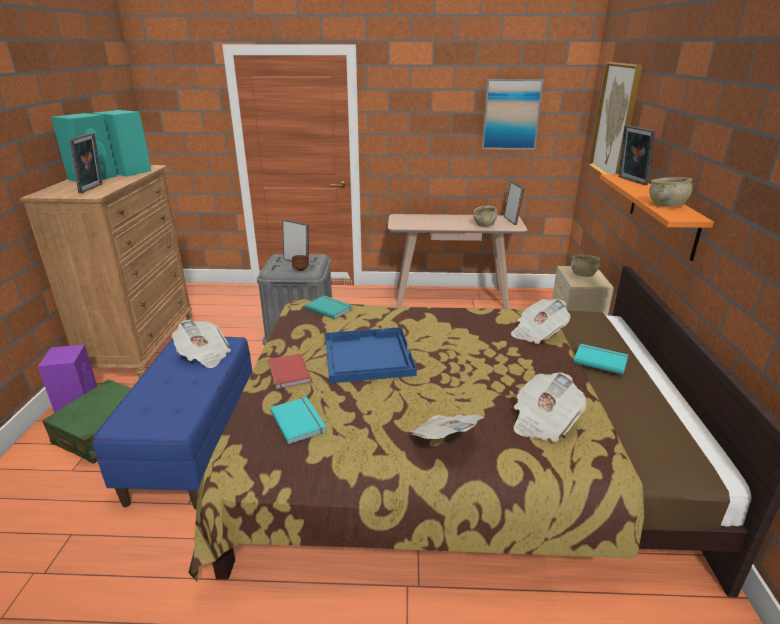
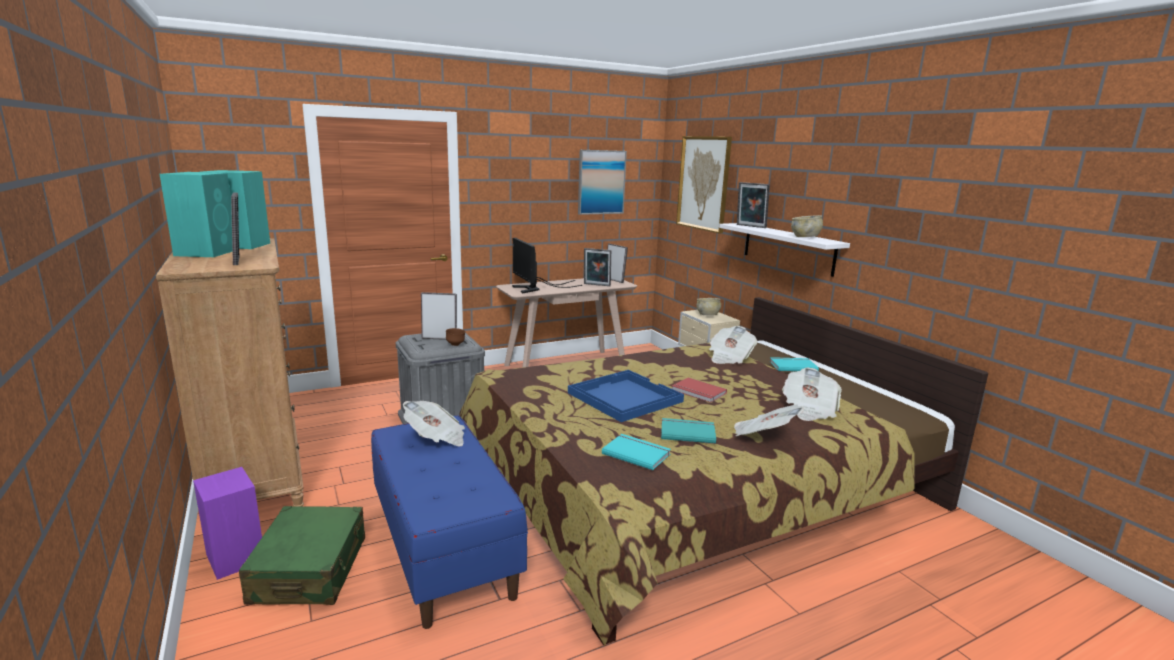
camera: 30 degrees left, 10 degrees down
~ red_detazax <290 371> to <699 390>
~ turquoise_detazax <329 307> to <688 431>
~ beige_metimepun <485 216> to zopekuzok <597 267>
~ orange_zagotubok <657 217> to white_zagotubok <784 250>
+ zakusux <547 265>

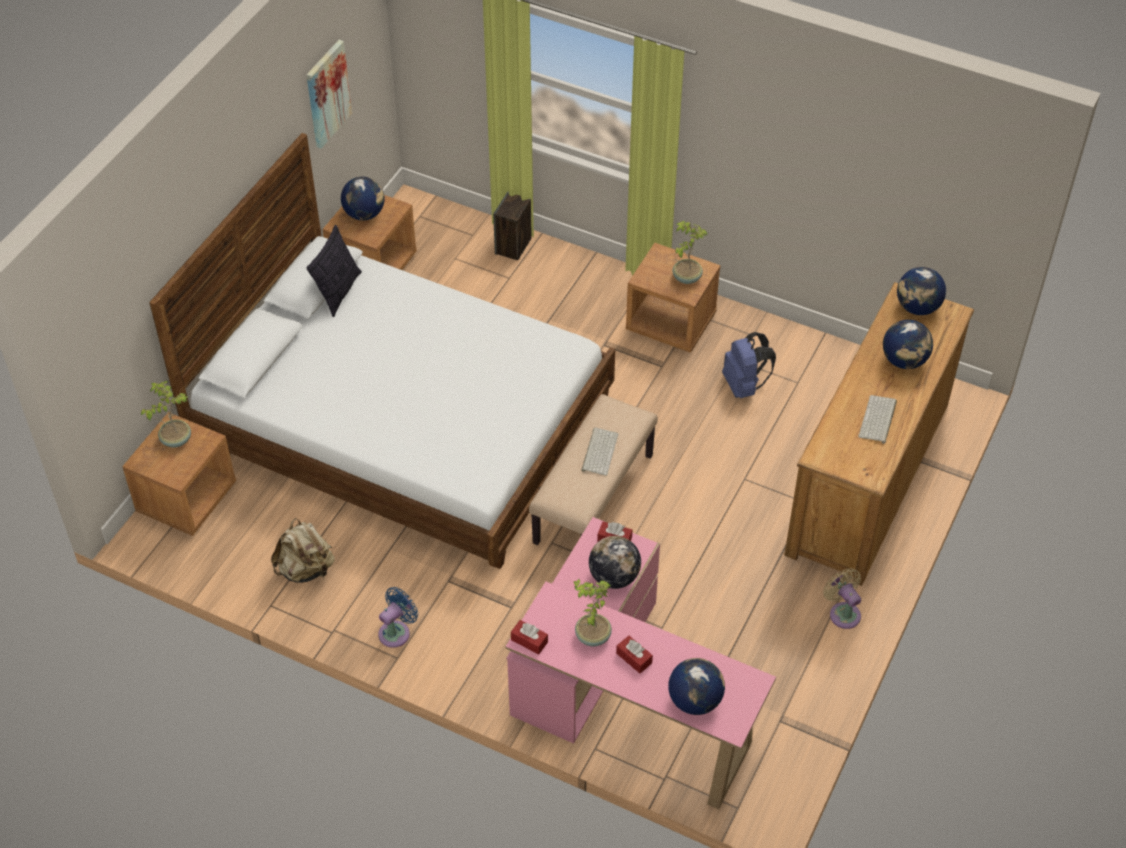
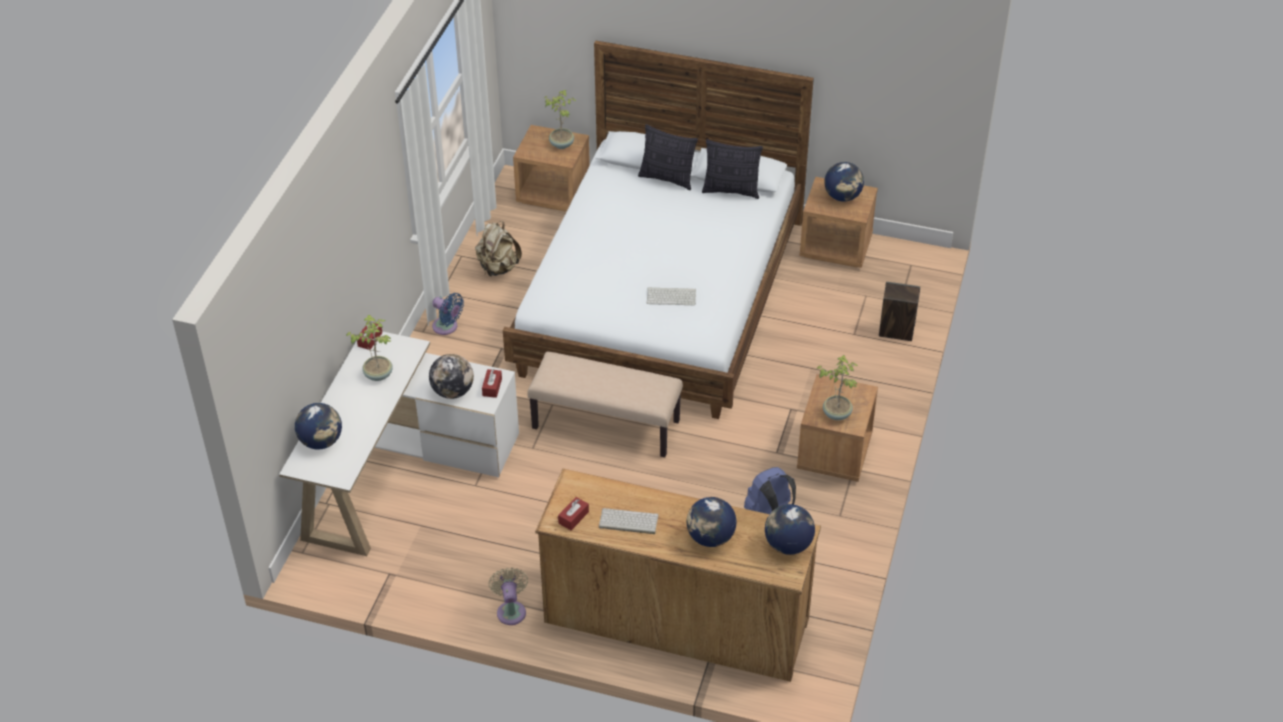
camera: 80 degrees right, 5 degrees down
- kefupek <329 94>
~ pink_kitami <641 663> to white_kitami <399 443>
~ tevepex <599 451> to <671 296>
~ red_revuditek <634 654> to <573 513>
~ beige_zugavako <842 598> = <508 596> 60 degrees counterclockwise
+ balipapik <668 157>

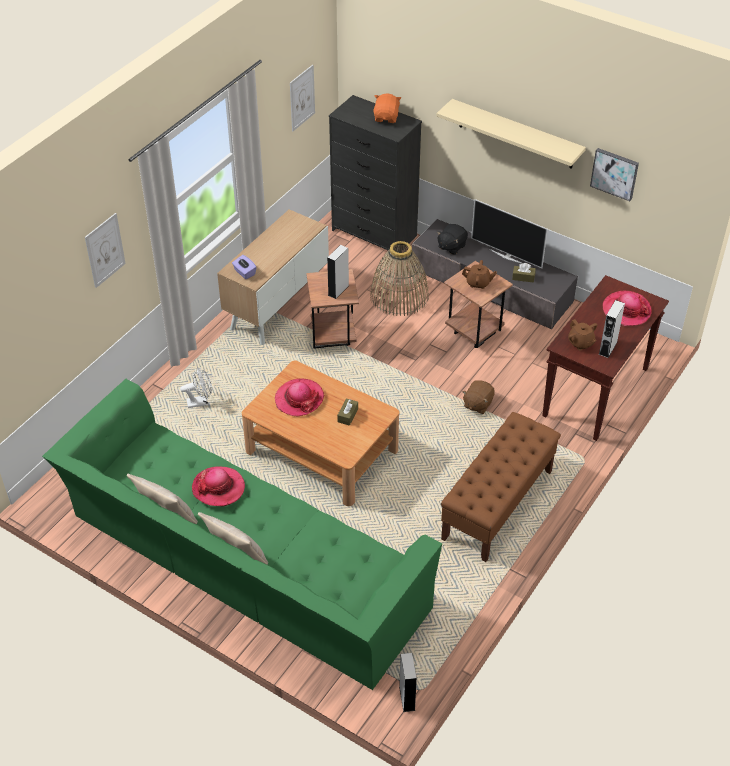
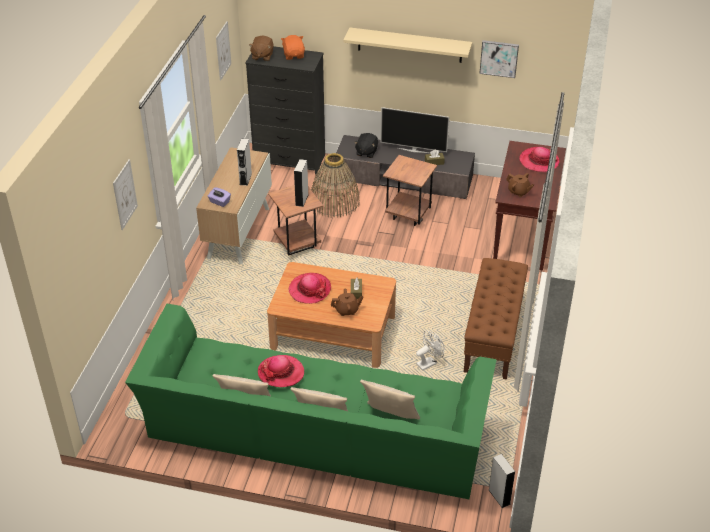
camera: 20 degrees left, 5 degrees down
~ white_zugavako <196 387> to <430 350>
~ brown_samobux <479 274> to <347 302>
~ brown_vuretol <478 397> to <261 48>
~ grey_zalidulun <612 329> to <244 162>
+ beige_balipapik <390 400>

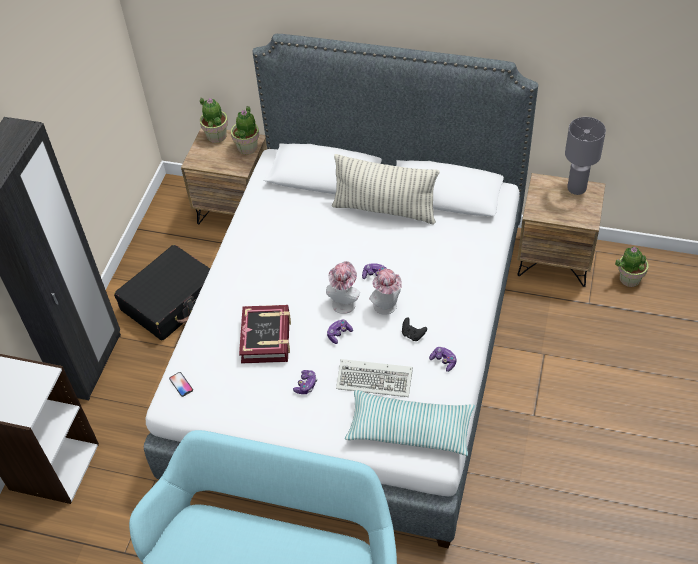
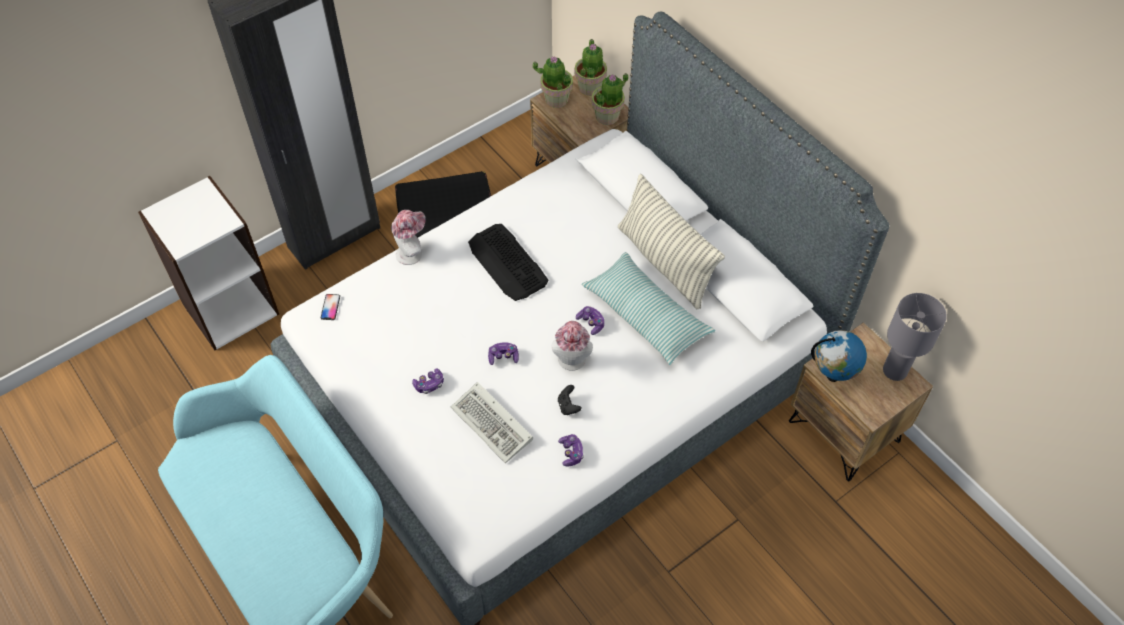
camera: 35 degrees right, 5 degrees up
- detazax <265 334>
~ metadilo <343 287> to <408 237>
~ balipapik <410 423> to <648 308>
~ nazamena <631 267> to <553 82>
+ tevepex <508 262>
+ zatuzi <839 356>

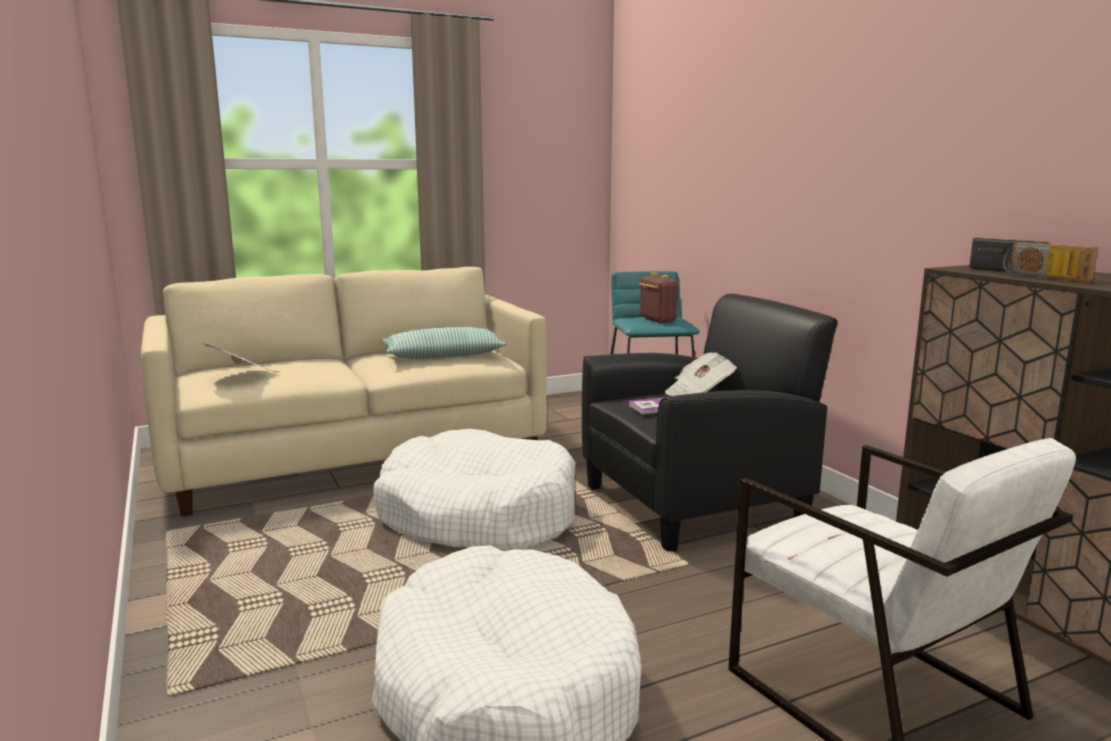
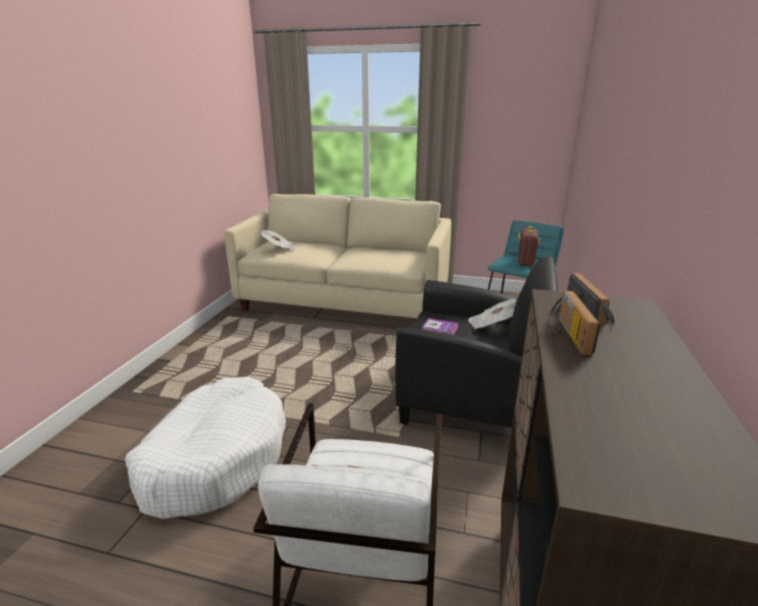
camera: 40 degrees right, 10 degrees up
- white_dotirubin <474 489>
- balipapik <444 343>

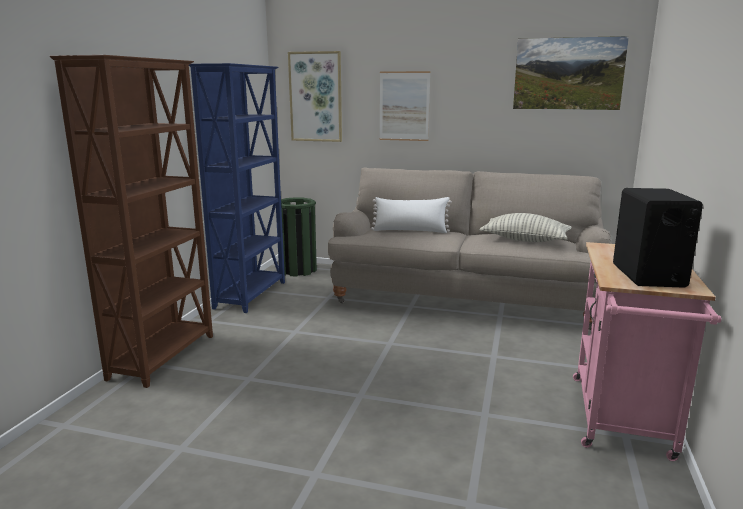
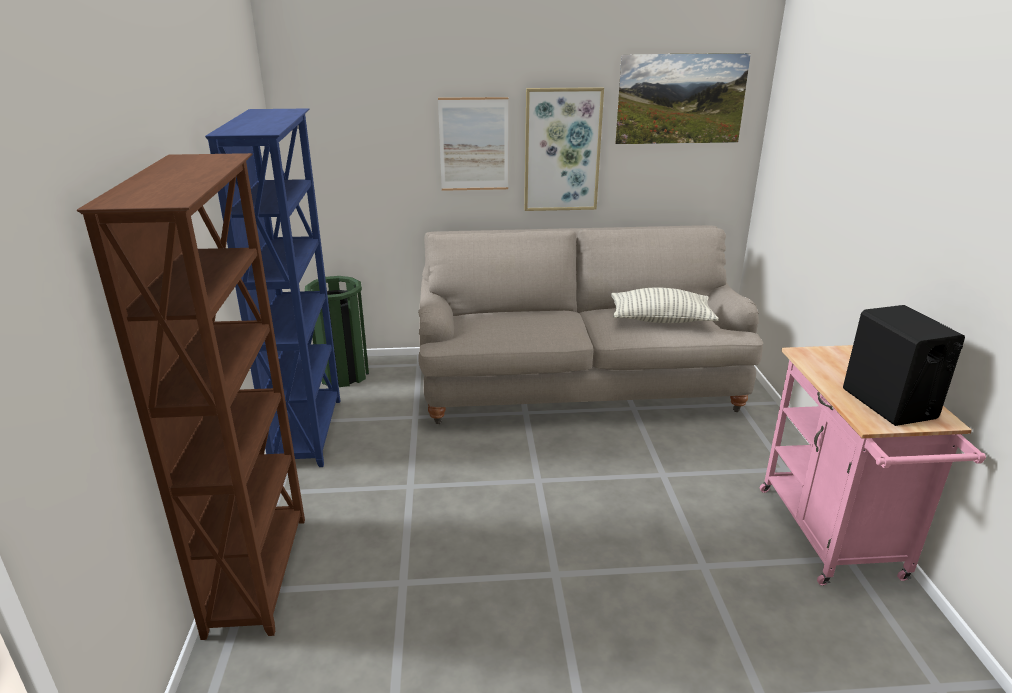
camera: 20 degrees left, 10 degrees up
~ kefupek <315 96> to <564 149>
- white_balipapik <411 215>

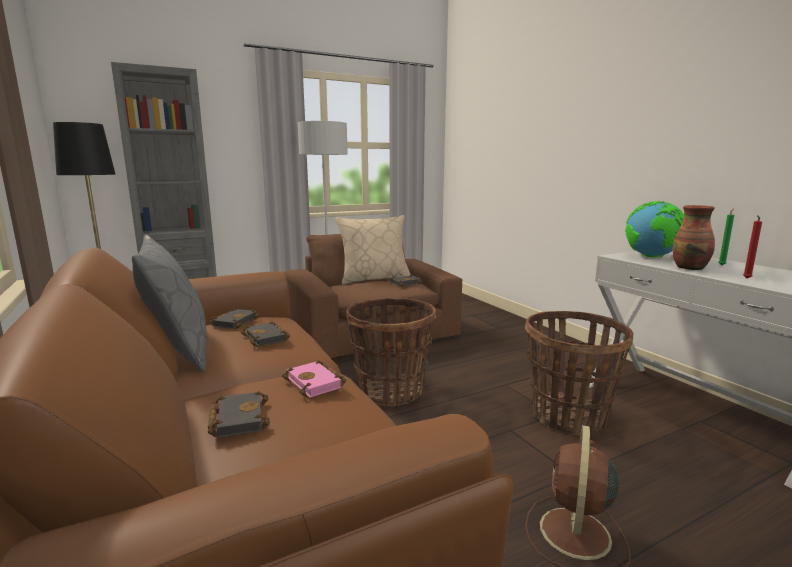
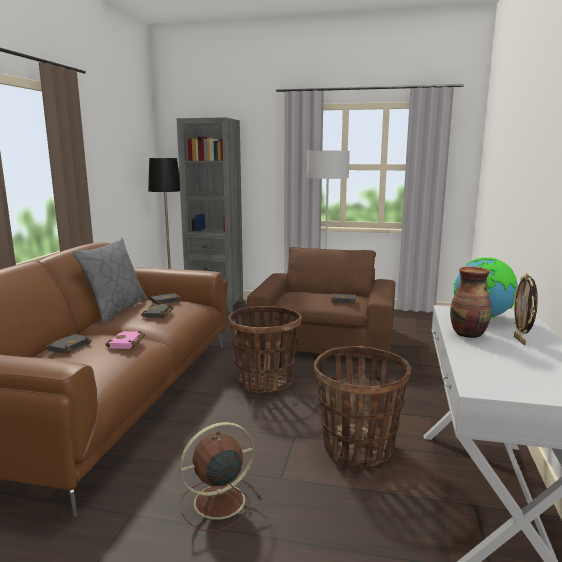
camera: 40 degrees right, 0 degrees up
- beige_balipapik <372 250>
~ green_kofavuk <726 237> to zopekuzok <526 309>
- red_kofavuk <752 247>

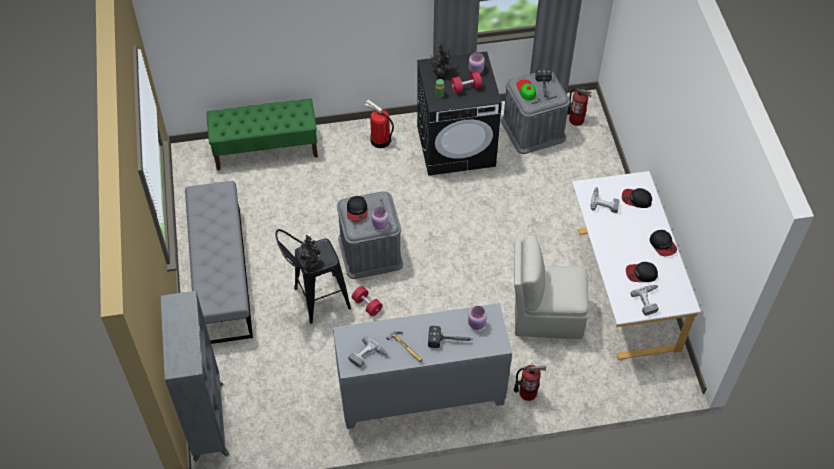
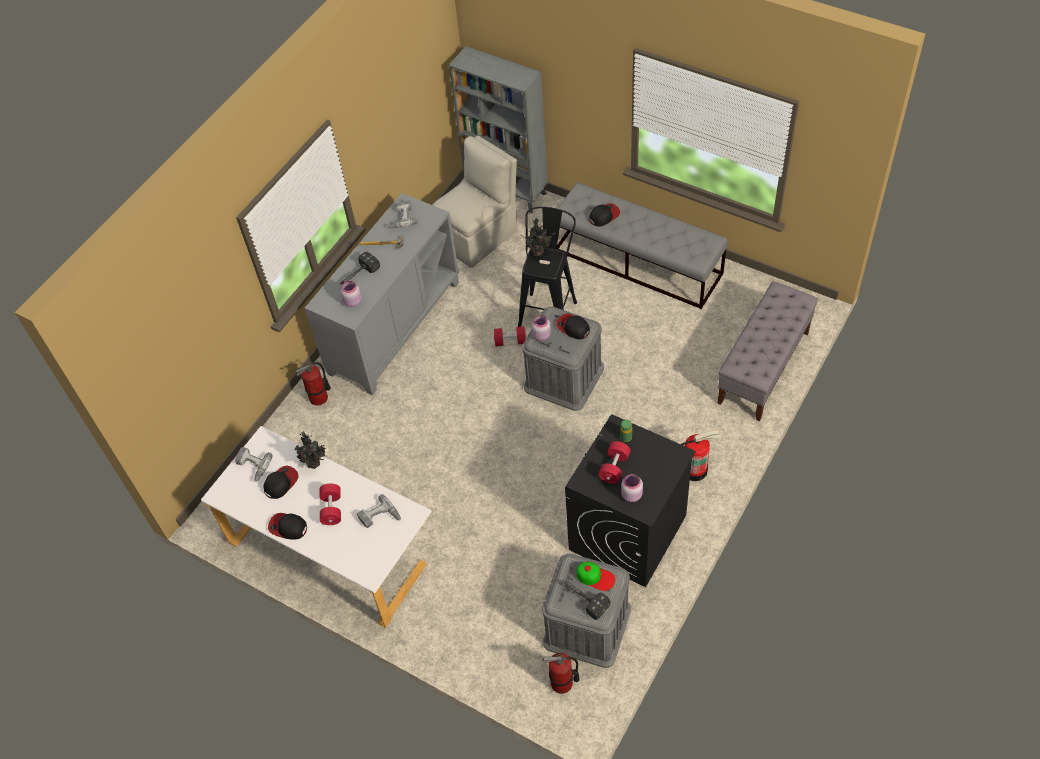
camera: 135 degrees right, 0 degrees up
~ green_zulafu <262 134> to grey_zulafu <767 351>
~ nazamena <440 60> to <310 450>
~ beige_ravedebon <551 287> to <474 202>
~ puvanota <637 198> to <604 215>
+ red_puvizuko <330 504>

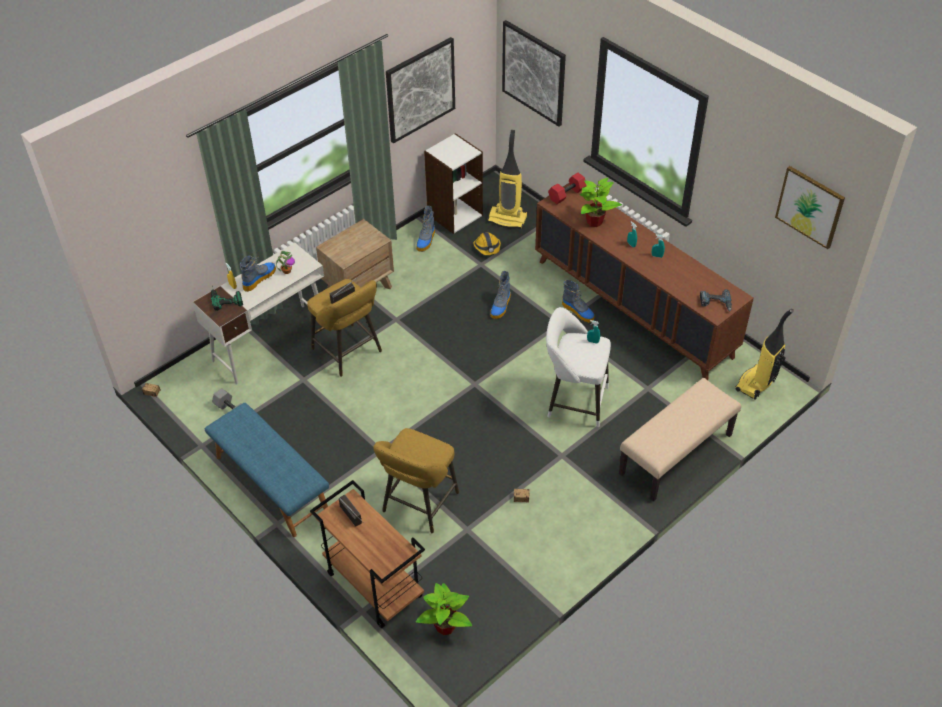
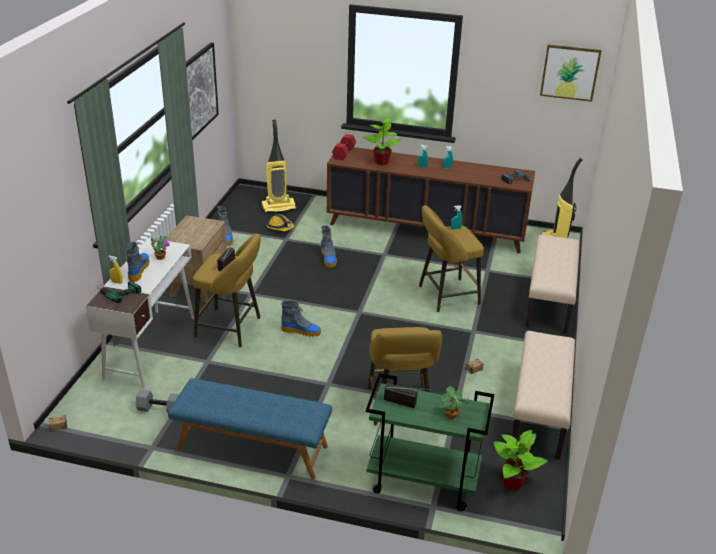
camera: 35 degrees left, 15 degrees down
~ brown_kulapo <367 554> to green_kulapo <430 442>
- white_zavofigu <453 183>
- kefupek <534 73>
~ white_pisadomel <578 367> to yellow_pisadomel <451 258>
~ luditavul <578 301> to <301 319>
+ nazamena <454 402>
+ beige_zulafu <543 395>

